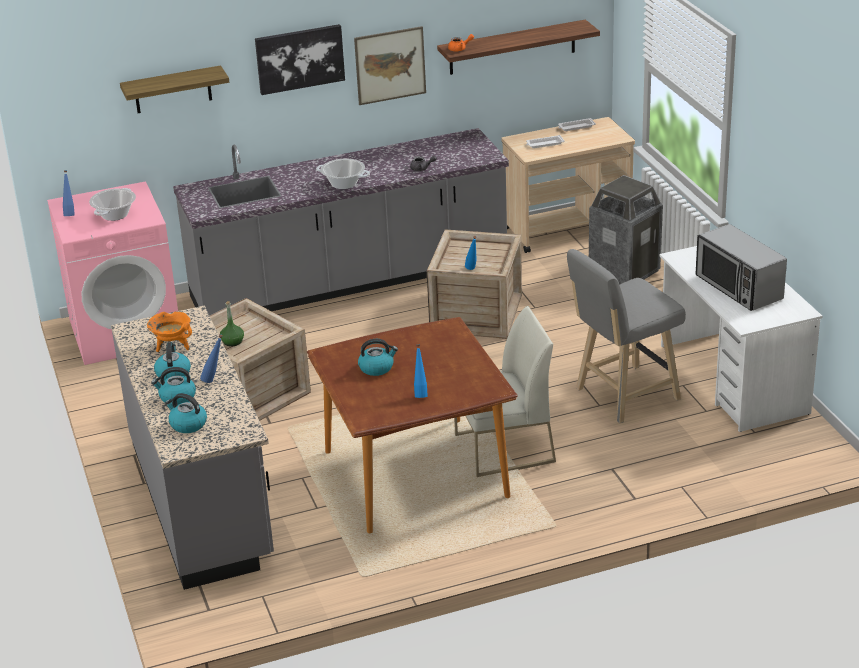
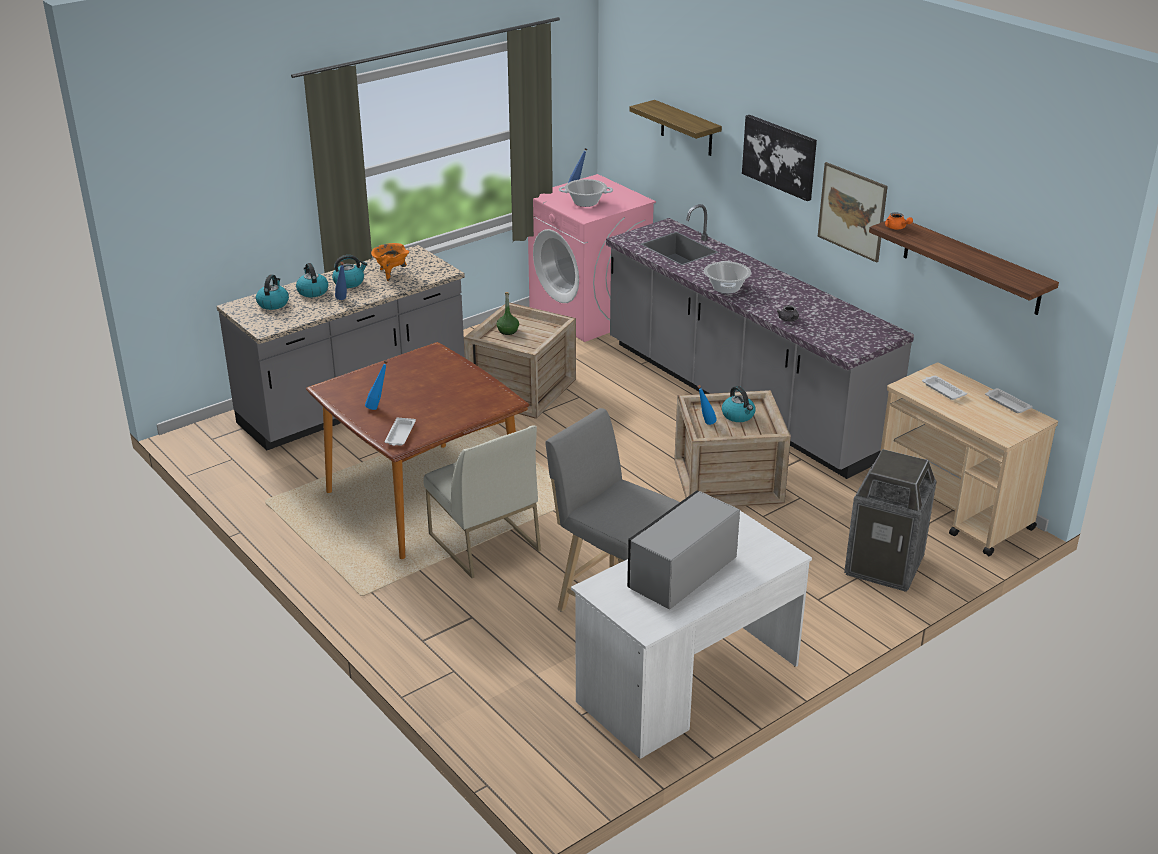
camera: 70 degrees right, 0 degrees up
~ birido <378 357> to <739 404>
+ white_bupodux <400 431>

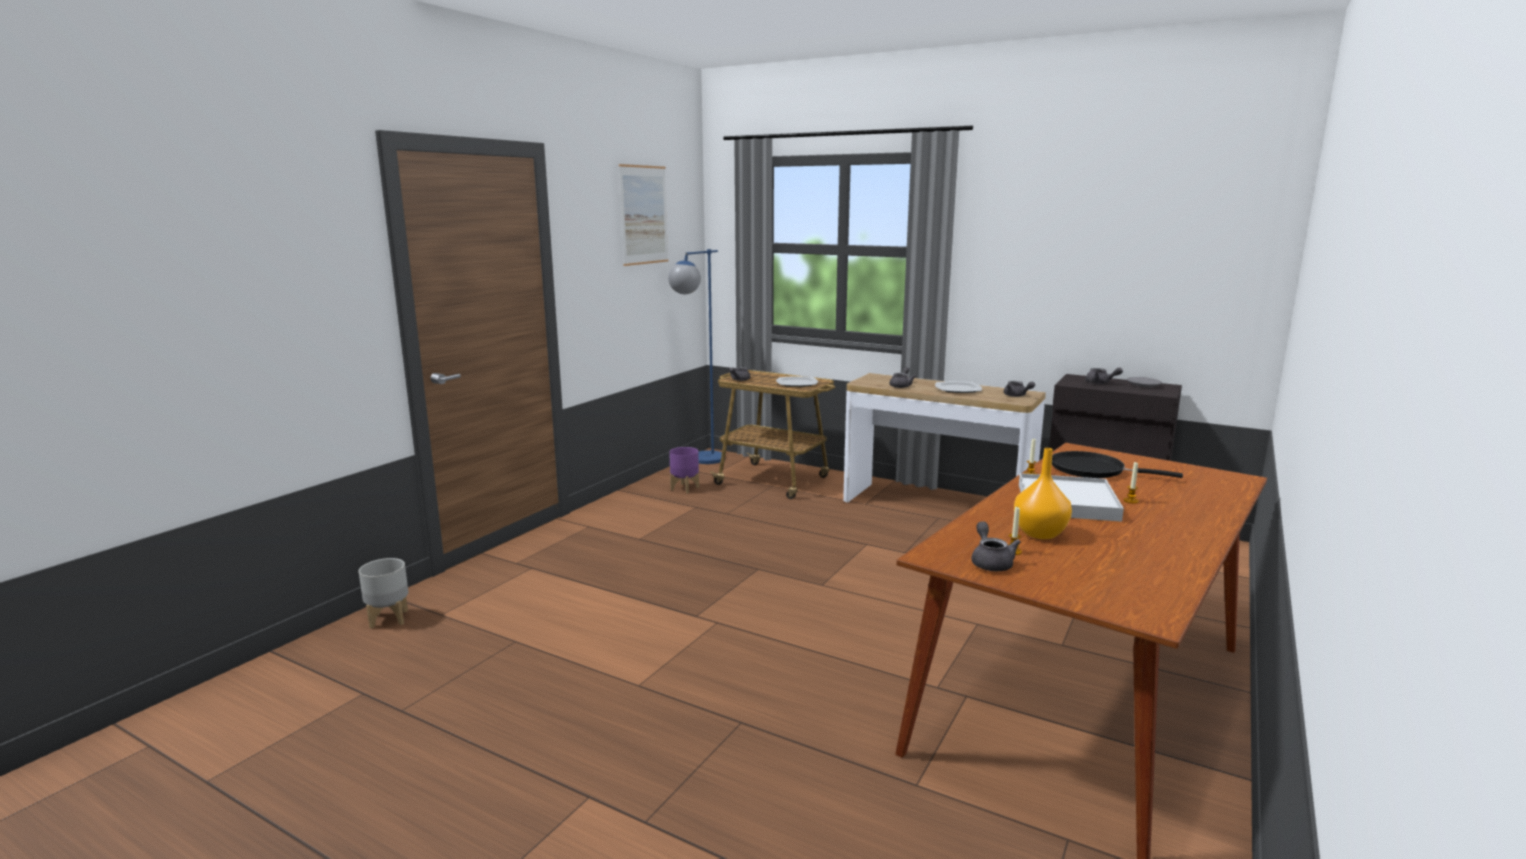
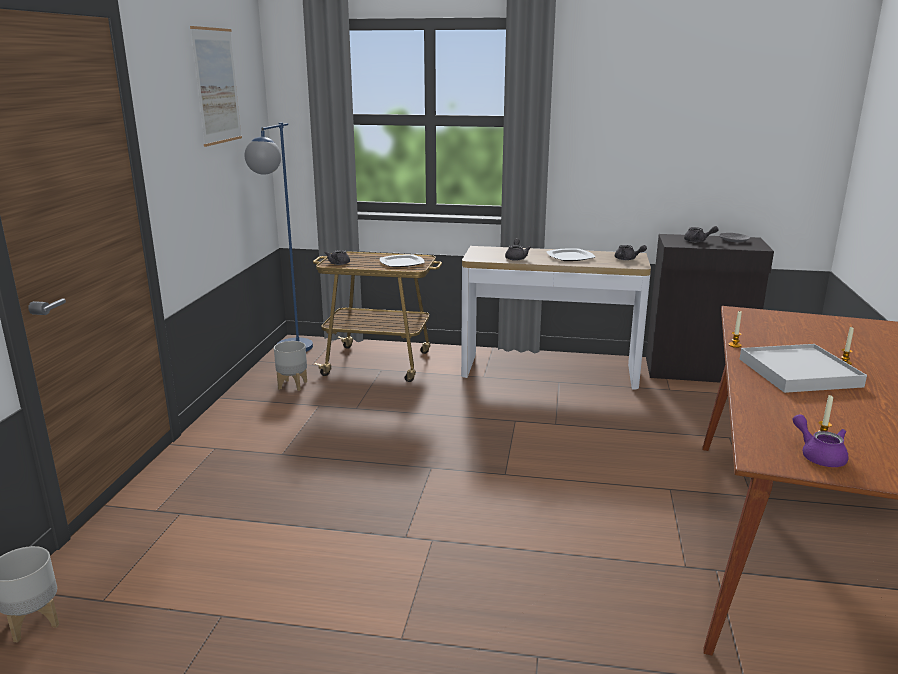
camera: 20 degrees left, 5 degrees up
~ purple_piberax <684 470> to grey_piberax <290 366>
~ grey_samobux <996 546> to purple_samobux <821 440>
- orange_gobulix <1043 493>
- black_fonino <1117 464>

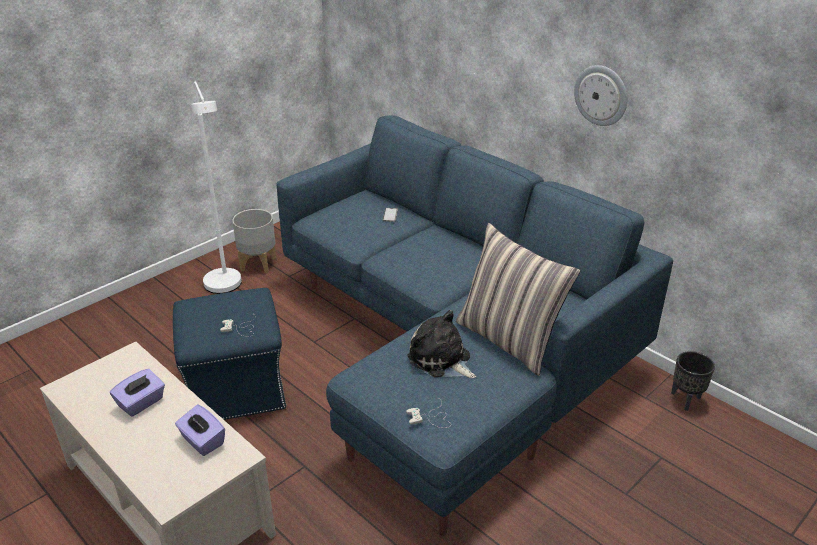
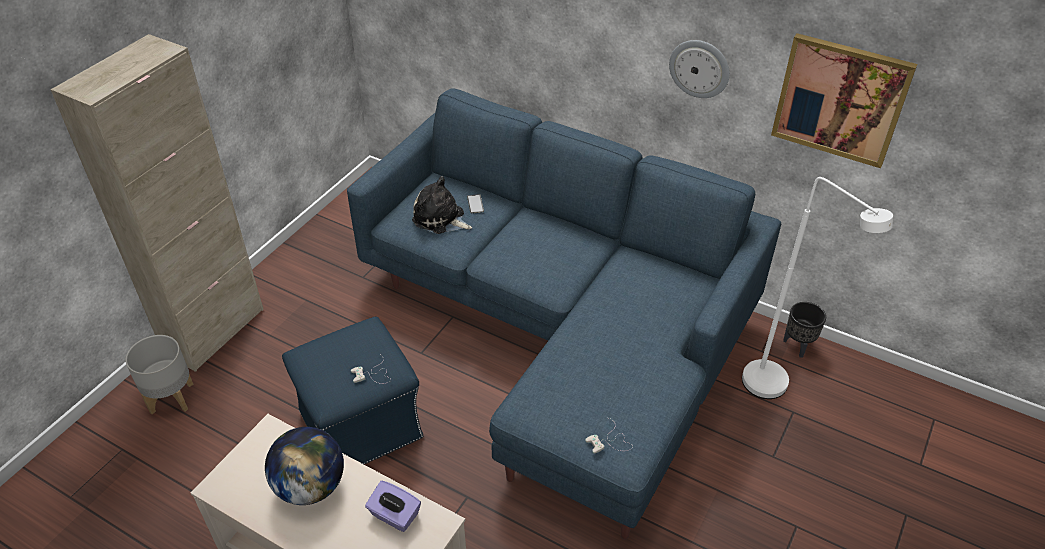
camera: 15 degrees left, 10 degrees up
~ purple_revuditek <137 393> to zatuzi <304 466>
~ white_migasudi <216 188> to <817 288>
~ grey_piberax <254 241> to <159 374>
~ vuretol <442 344> to <442 205>
- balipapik <518 299>
+ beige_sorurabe <157 203>
+ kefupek <844 100>

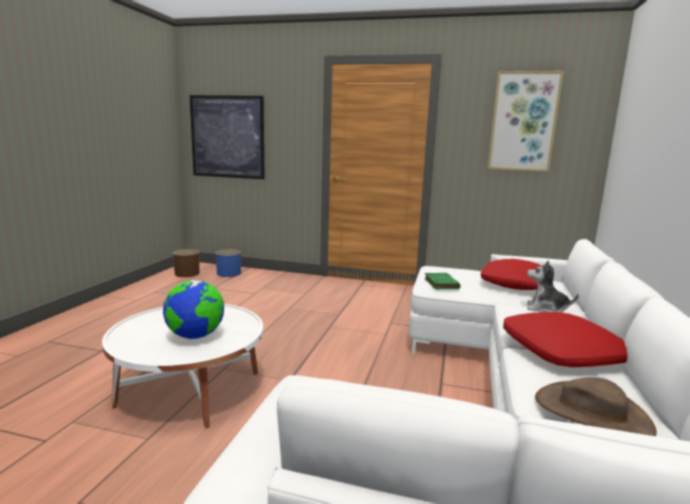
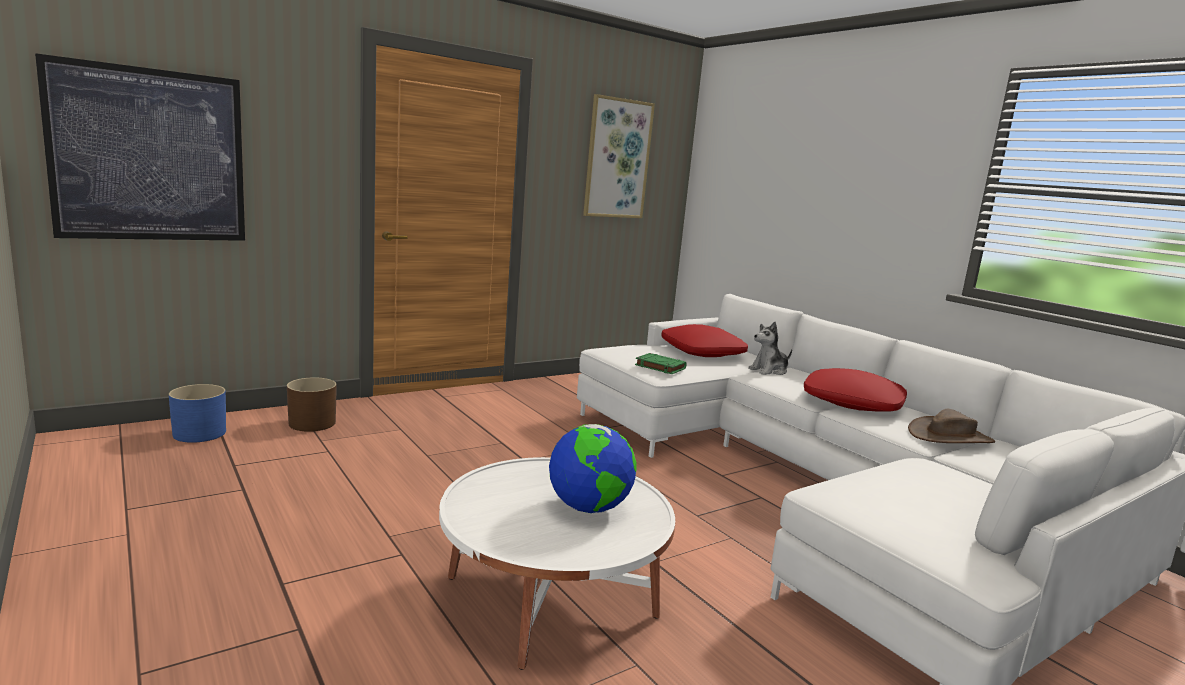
camera: 50 degrees left, 0 degrees up
~ brown_piberax <186 263> to <311 405>

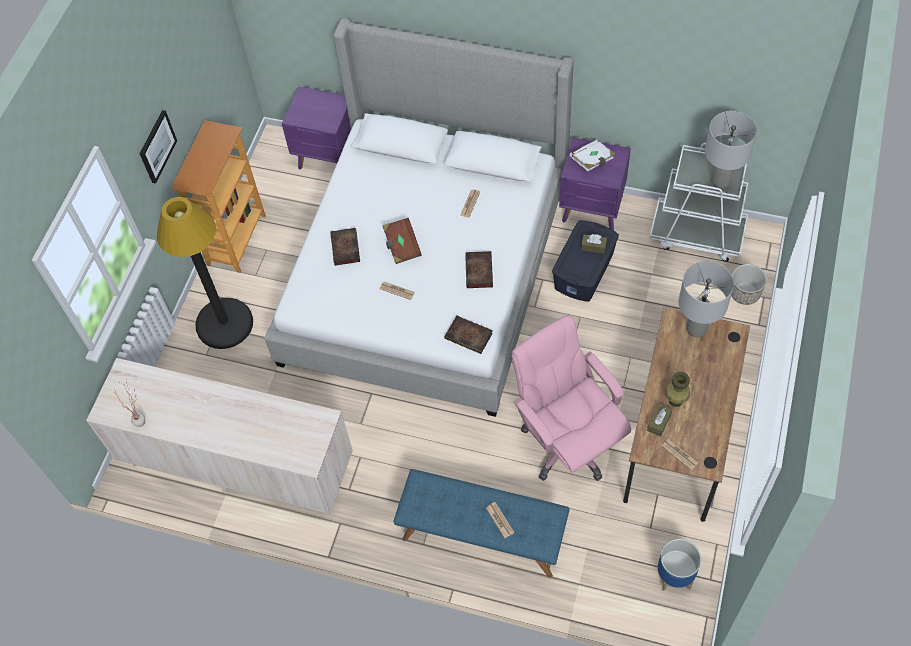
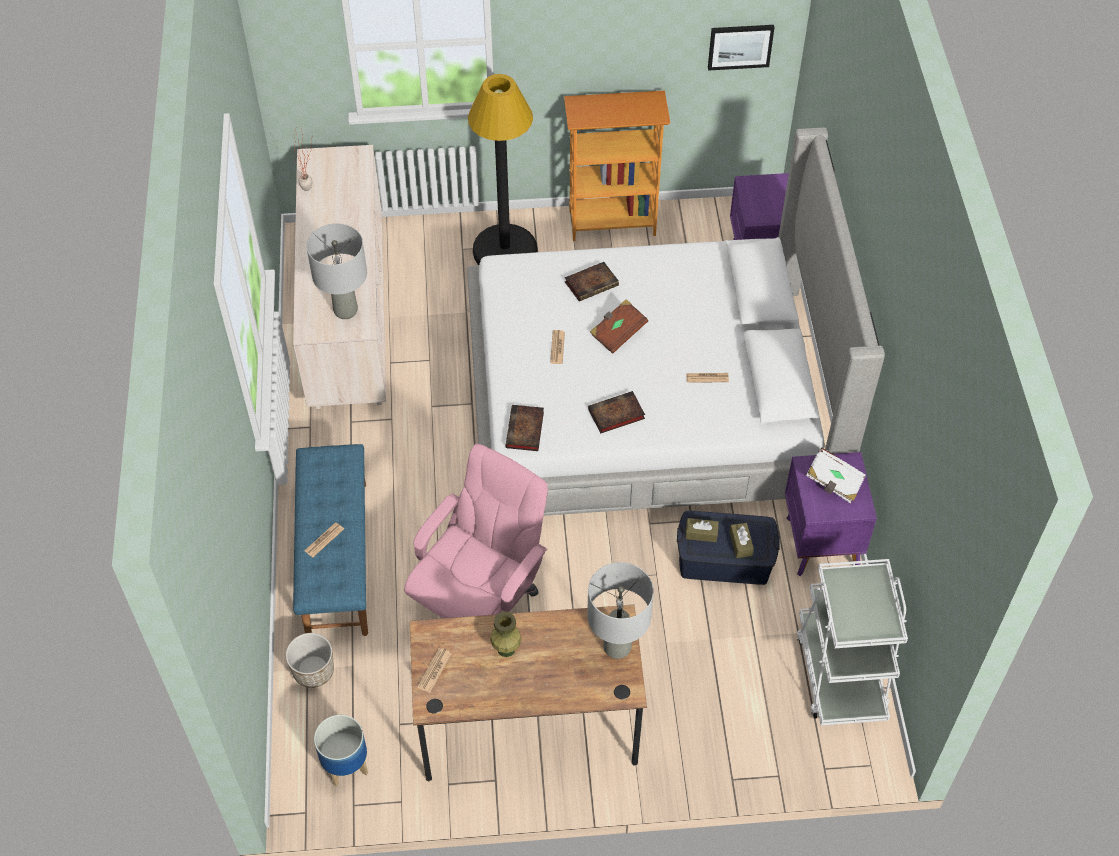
camera: 65 degrees right, 5 degrees down
~ kefupek <158 147> to <741 48>
~ brown_revuditek <660 420> to <702 530>
~ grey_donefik <731 150> to <336 271>
~ piberax <749 284> to <310 660>

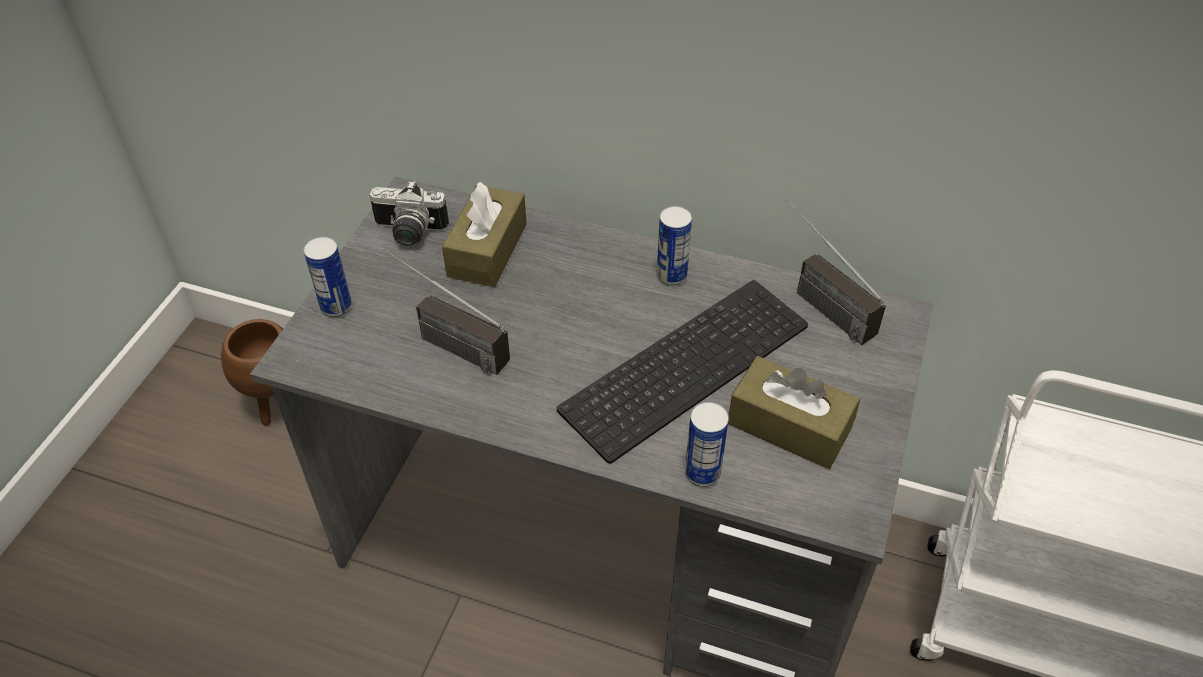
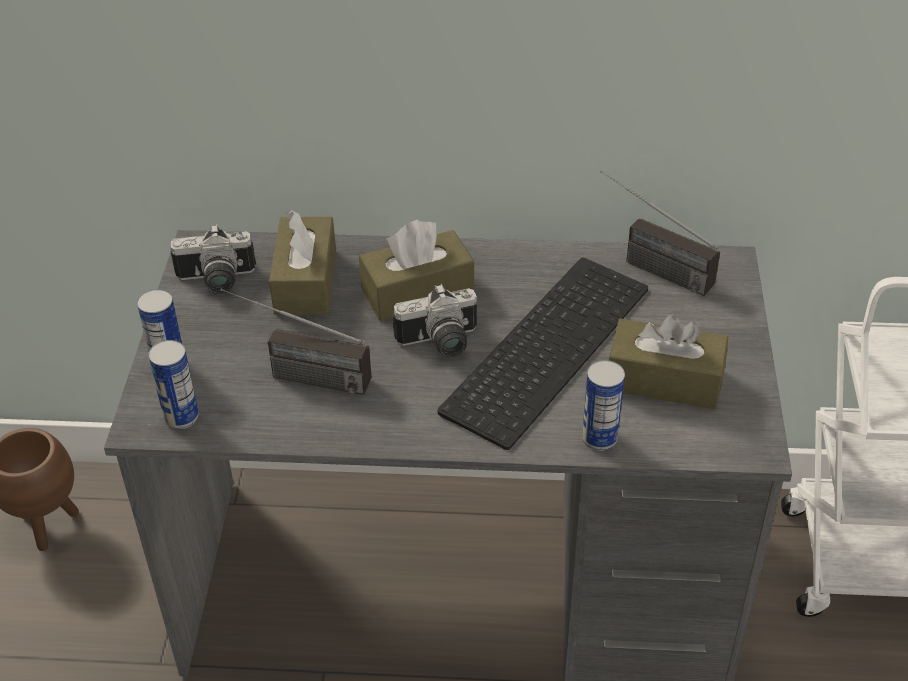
camera: 15 degrees left, 5 degrees down
~ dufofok <674 246> to <173 384>
+ brown_revuditek <416 270>
+ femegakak <435 320>

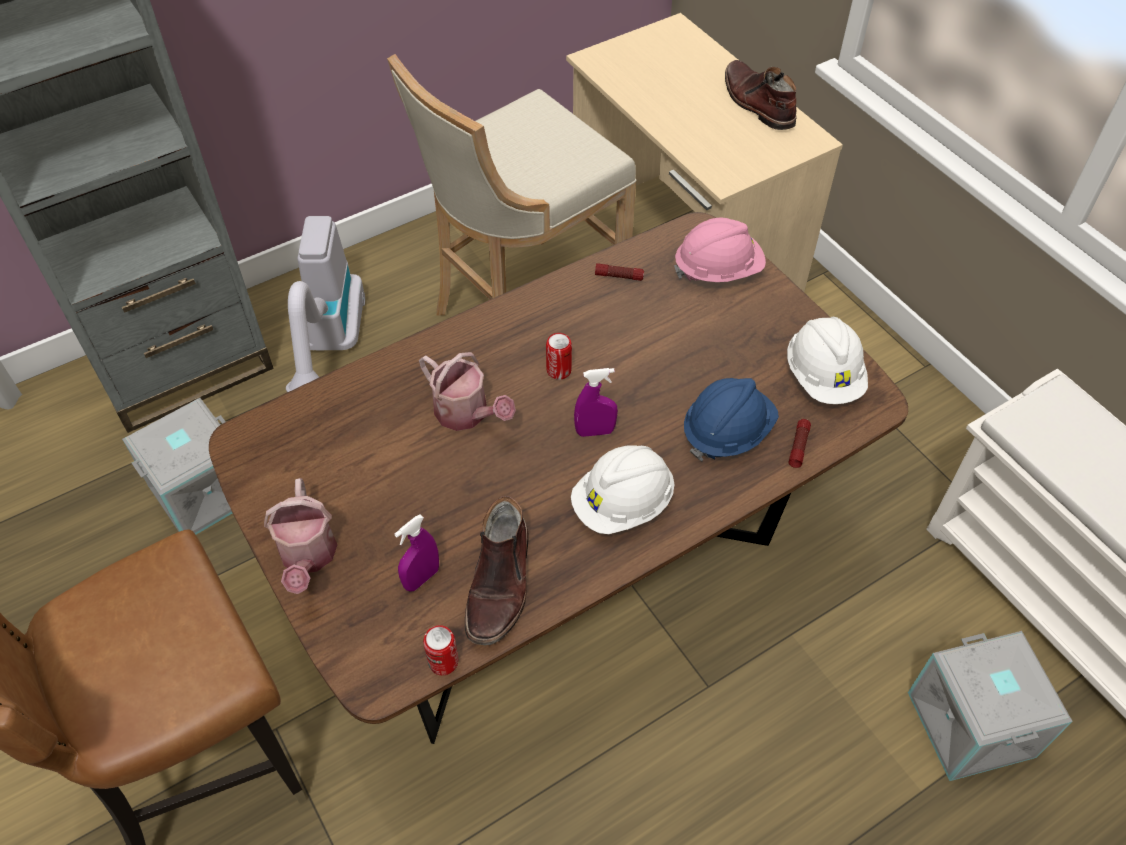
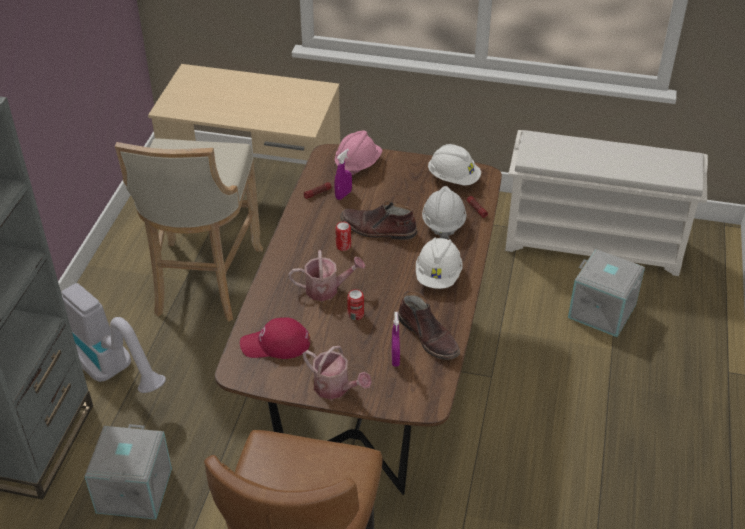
camera: 45 degrees left, 10 degrees down
~ dufofok <440 650> to <355 304>
~ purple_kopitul <596 402> to <343 174>
~ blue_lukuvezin <731 420> to white_lukuvezin <444 212>
~ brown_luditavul <761 95> to <378 220>
+ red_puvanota <275 338>

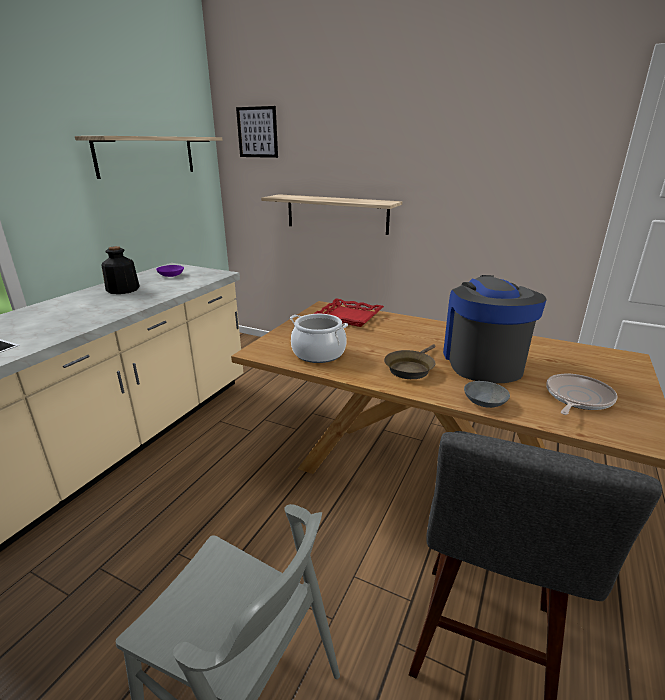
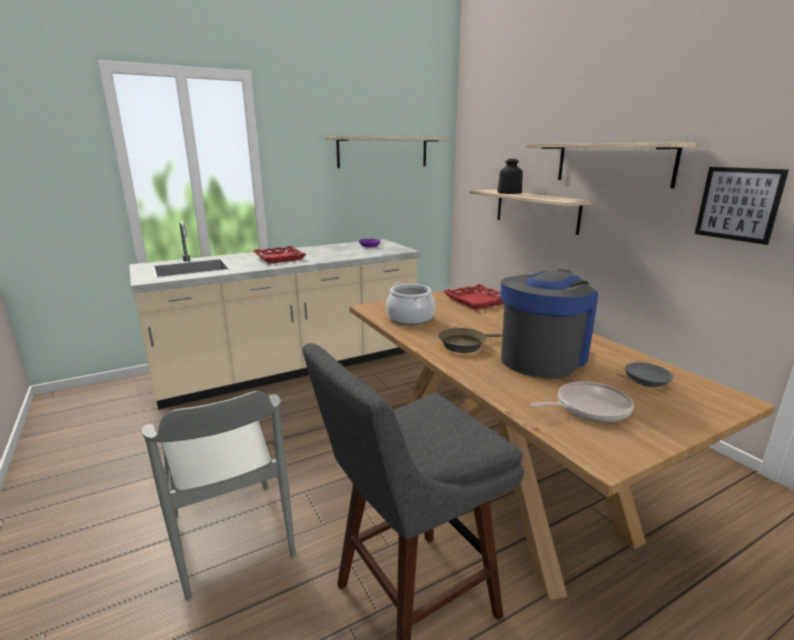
camera: 35 degrees right, 5 degrees down
~ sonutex <121 270> to <510 176>
~ kefupek <257 132> to <742 206>
~ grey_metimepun <487 394> to <649 374>
+ red_bupodux <279 255>
+ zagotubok <613 166>

